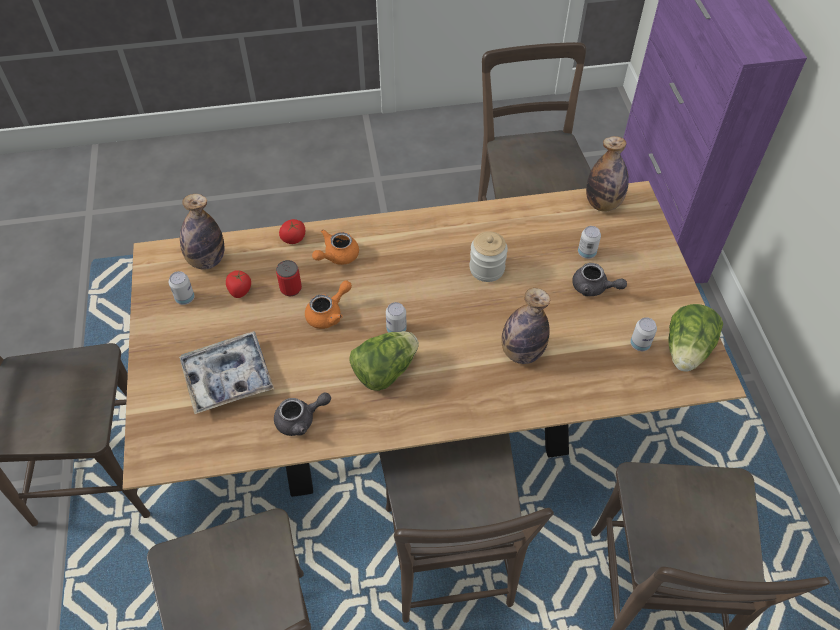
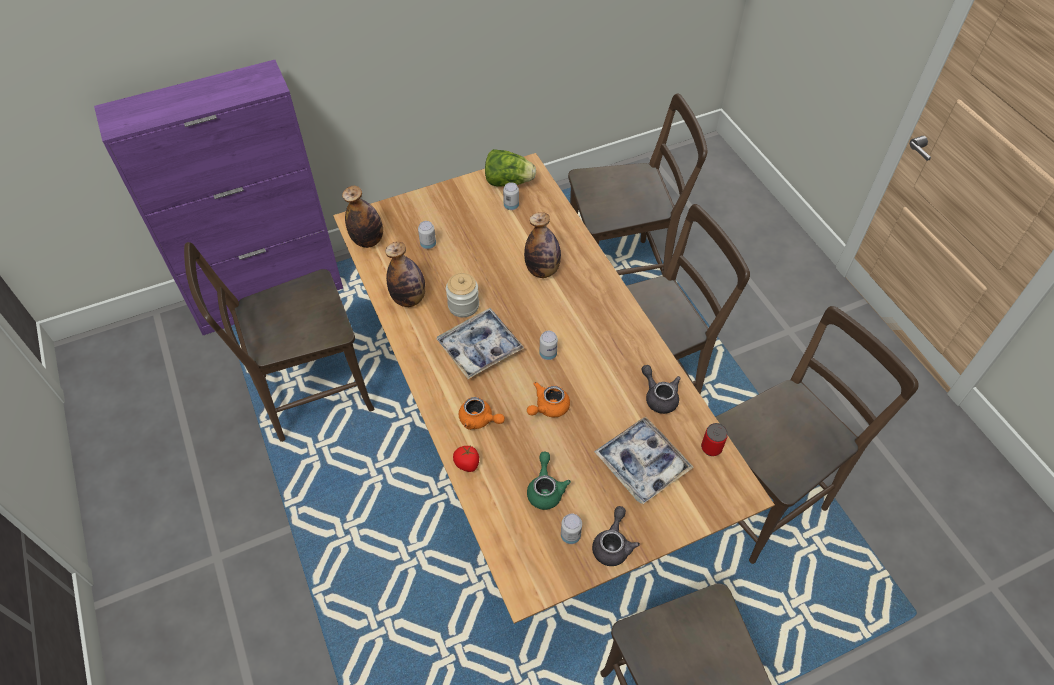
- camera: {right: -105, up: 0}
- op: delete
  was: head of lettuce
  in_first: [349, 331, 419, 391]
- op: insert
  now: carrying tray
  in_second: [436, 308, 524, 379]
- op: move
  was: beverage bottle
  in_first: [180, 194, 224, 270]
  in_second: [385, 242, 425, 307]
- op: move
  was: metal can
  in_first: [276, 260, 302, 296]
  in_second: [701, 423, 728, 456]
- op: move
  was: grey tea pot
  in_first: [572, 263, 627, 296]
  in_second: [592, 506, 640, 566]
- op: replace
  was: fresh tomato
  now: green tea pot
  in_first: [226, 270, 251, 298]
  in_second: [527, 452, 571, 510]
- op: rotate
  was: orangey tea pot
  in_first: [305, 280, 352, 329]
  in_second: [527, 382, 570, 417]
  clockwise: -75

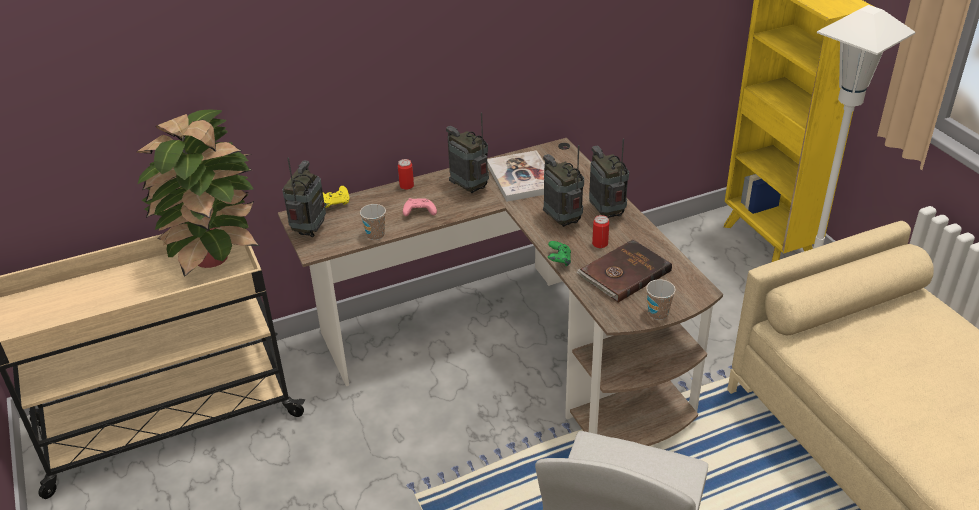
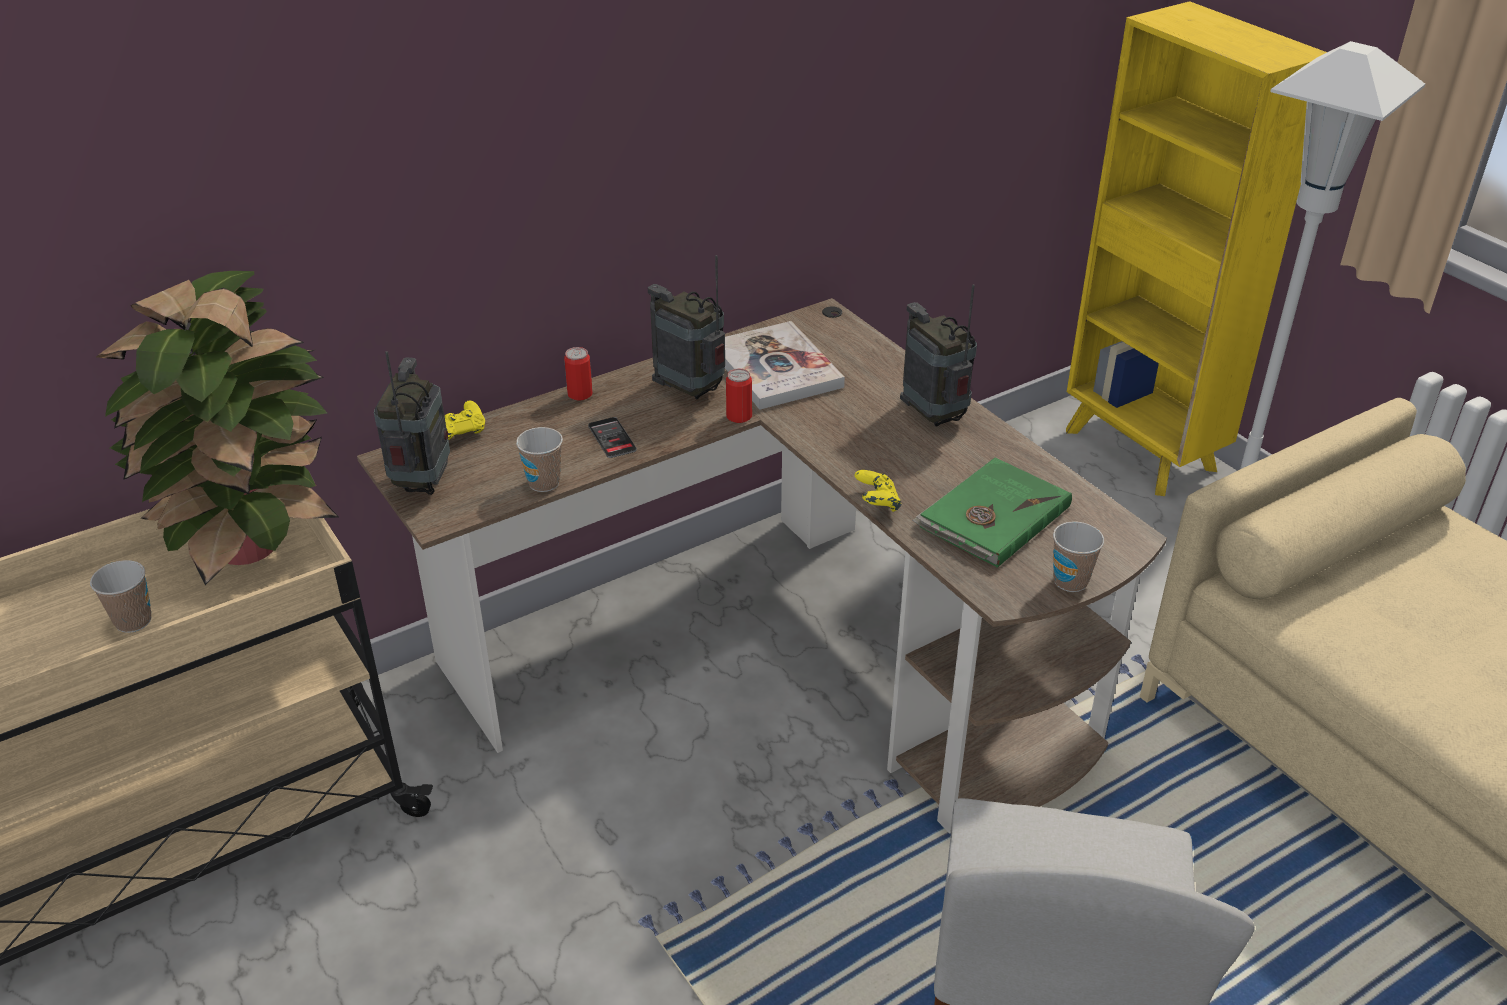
- camera: {right: -10, up: 0}
- op: delete
  was: radio
  in_first: [543, 145, 584, 227]
- op: insert
  now: cup
  in_second: [90, 560, 151, 633]
- op: move
  was: metal can
  in_first: [592, 215, 609, 248]
  in_second: [726, 369, 752, 423]
- op: replace
  was: pink gamepad
  now: telephone
  in_first: [403, 198, 437, 216]
  in_second: [588, 417, 637, 458]
- op: recolor
  was: green gamepad
  now: yellow gamepad
  in_first: [548, 241, 571, 266]
  in_second: [854, 470, 901, 512]
- op: recolor
  was: brown volume
  now: green volume
  in_first: [576, 240, 672, 302]
  in_second: [912, 458, 1072, 568]

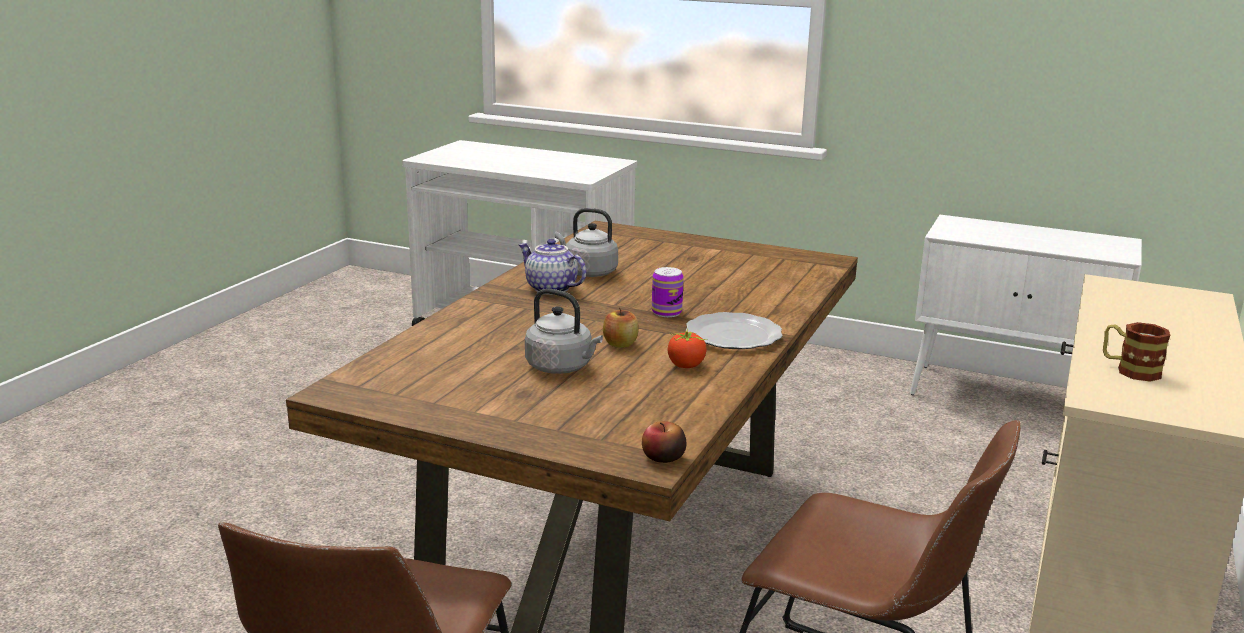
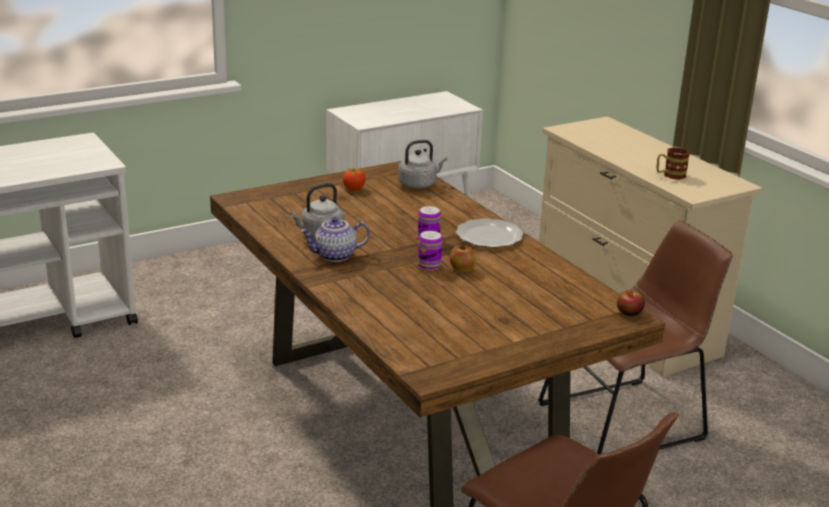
- camera: {right: -55, up: 5}
- op: insert
  now: metal can
  in_second: [418, 231, 443, 270]
- op: move
  was: grey tea kettle
  in_first: [525, 288, 603, 374]
  in_second: [398, 140, 447, 189]
- op: move
  was: fresh tomato
  in_first: [668, 329, 707, 368]
  in_second: [343, 168, 366, 190]

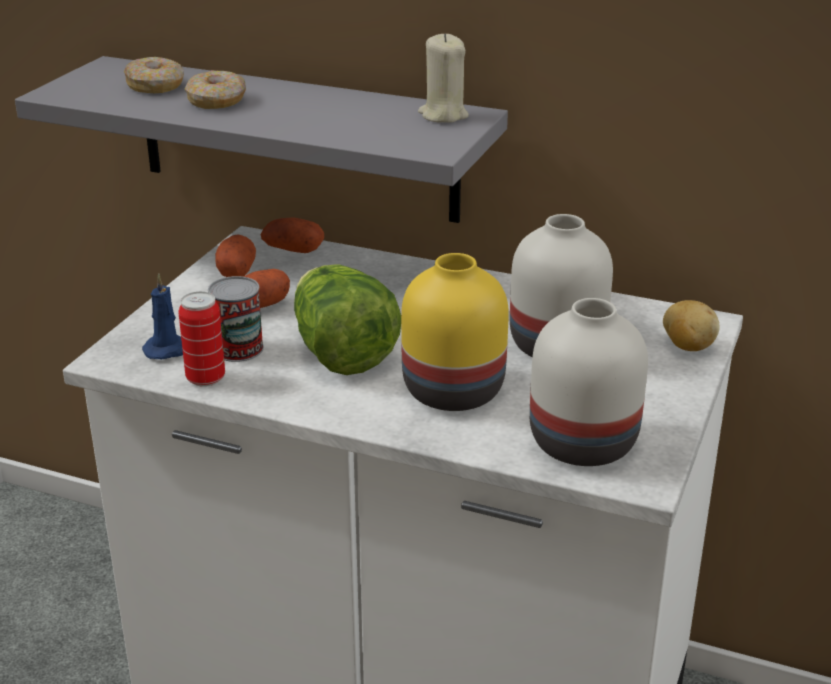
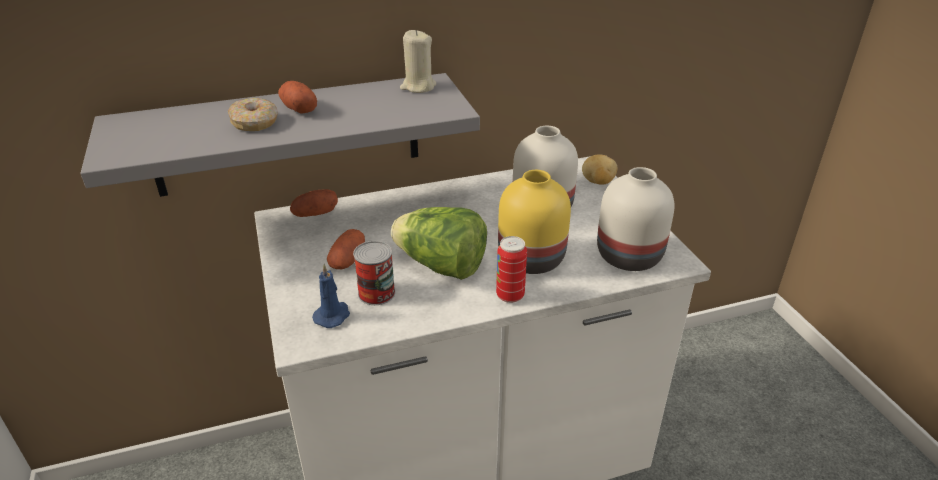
- camera: {right: -40, up: 5}
- op: delete
  was: donut
  in_first: [124, 57, 184, 93]
- op: move
  was: metal can
  in_first: [178, 291, 225, 387]
  in_second: [496, 236, 527, 303]
- op: move
  was: whole potato
  in_first: [215, 235, 256, 277]
  in_second: [278, 81, 317, 114]

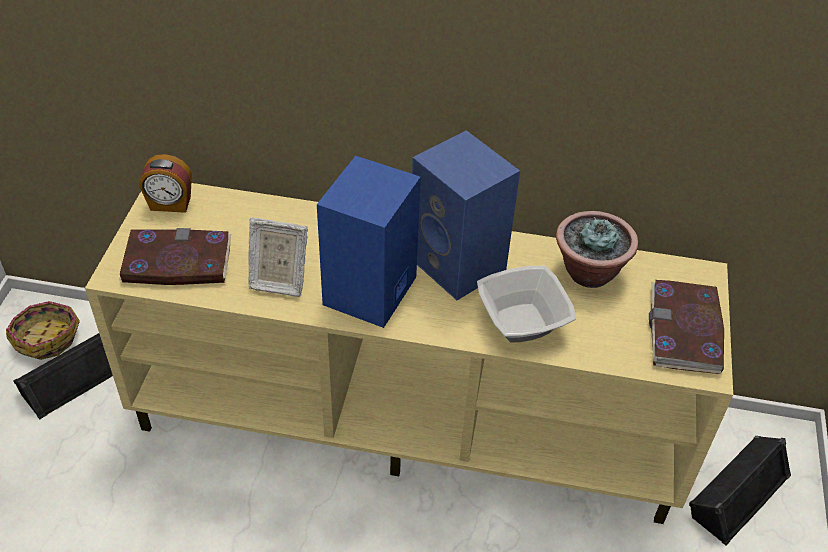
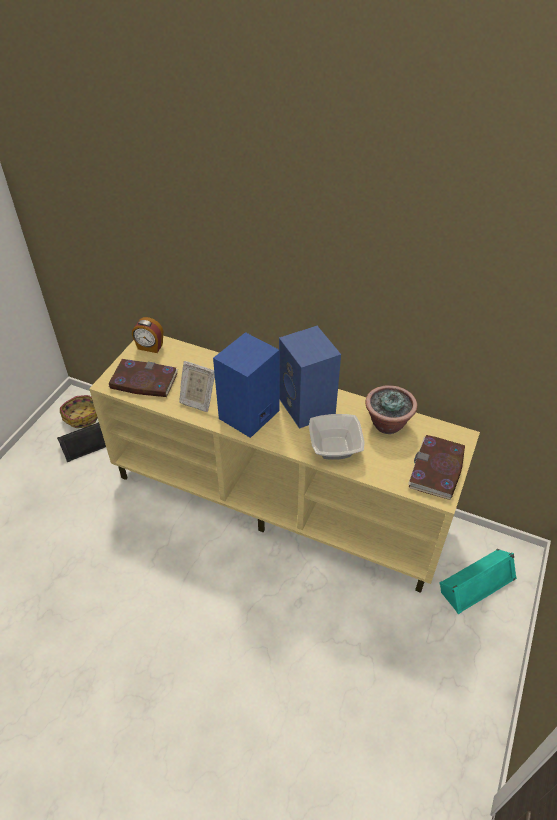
- camera: {right: 15, up: 0}
- op: recolor
  was: black-coloured speaker
  now: blue-green speaker
  in_first: [689, 436, 791, 545]
  in_second: [439, 549, 517, 614]

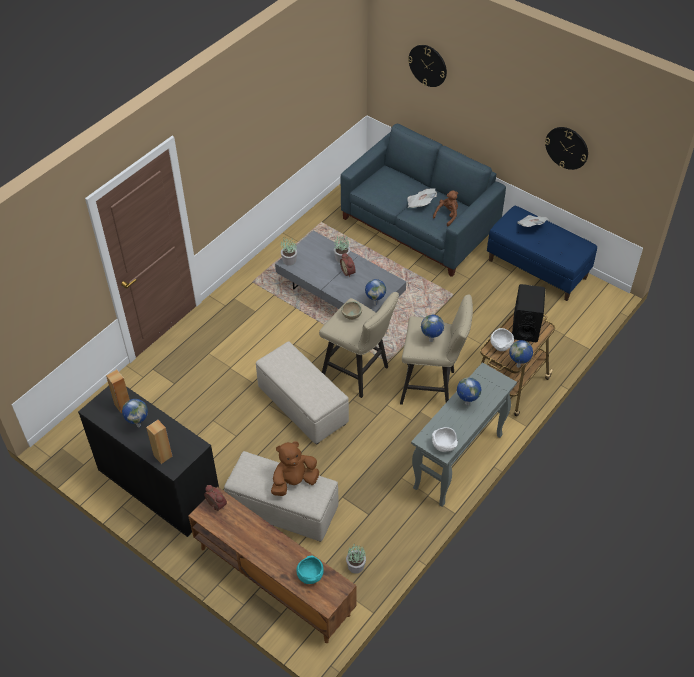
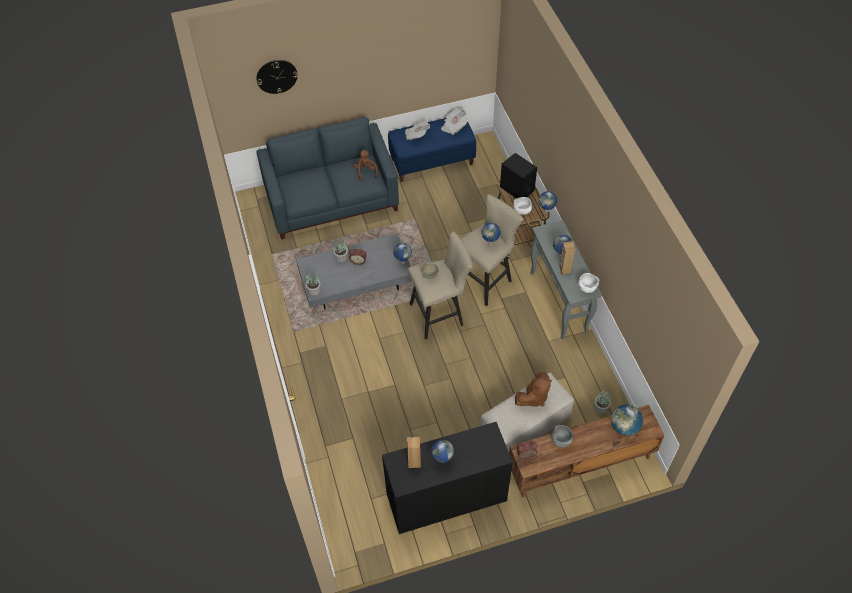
- camera: {right: -55, up: 5}
- op: delete
  was: beige-coloured pouffe
  in_first: [256, 341, 349, 445]
- op: delete
  was: wall clock
  in_first: [545, 127, 588, 170]
- op: insert
  now: grey serving bowl
  in_second: [552, 425, 573, 448]
- op: move
  was: brown speaker
  in_first: [146, 420, 172, 464]
  in_second: [559, 241, 575, 274]
- op: move
  was: daily paper
  in_first: [407, 188, 437, 208]
  in_second: [441, 108, 468, 135]
- op: replace
  was: blue-green serving bowl
  now: globe
  in_first: [297, 556, 324, 584]
  in_second: [611, 404, 643, 436]
- op: rotate
  was: brown plush toy
  in_first: [271, 441, 319, 496]
  in_second: [515, 372, 552, 407]
  clockwise: -135

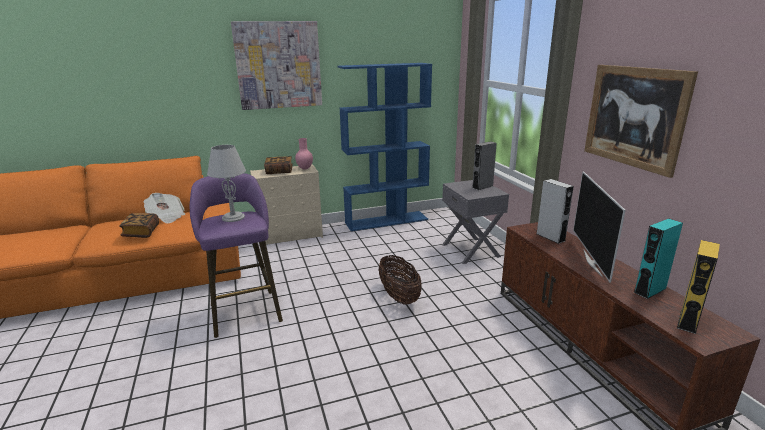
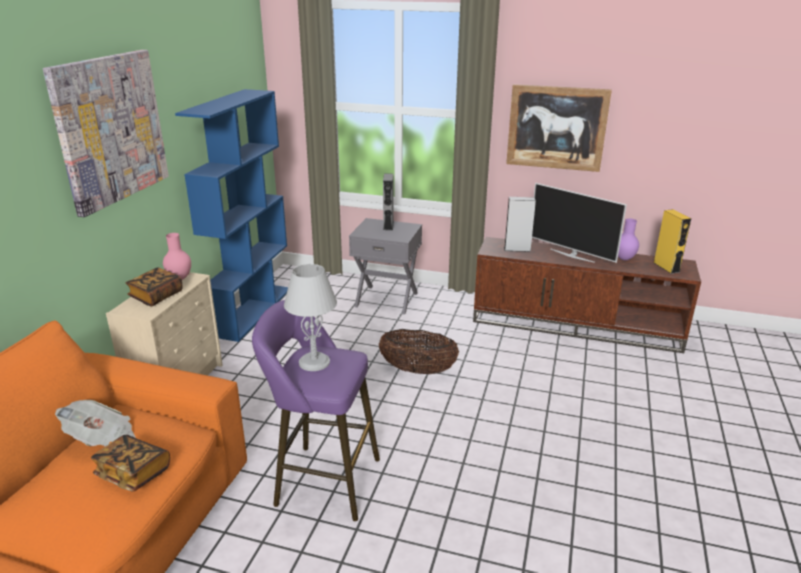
- camera: {right: -55, up: 5}
- op: replace
  was: blue-green speaker
  now: purple-coloured decorative vase
  in_first: [634, 218, 683, 299]
  in_second: [618, 218, 639, 260]

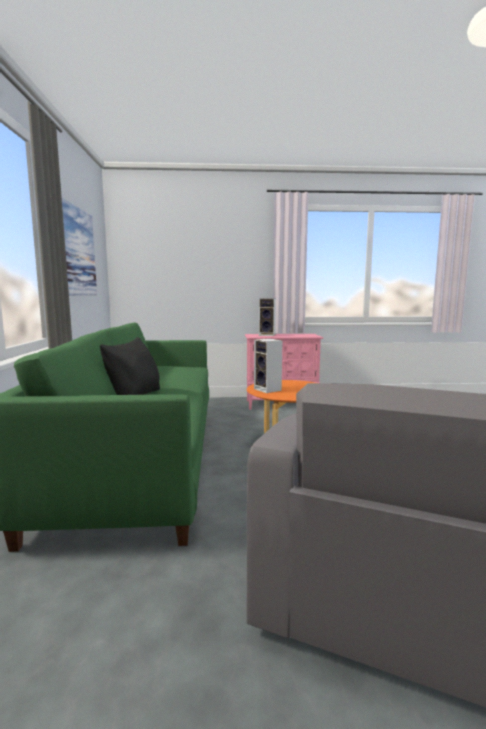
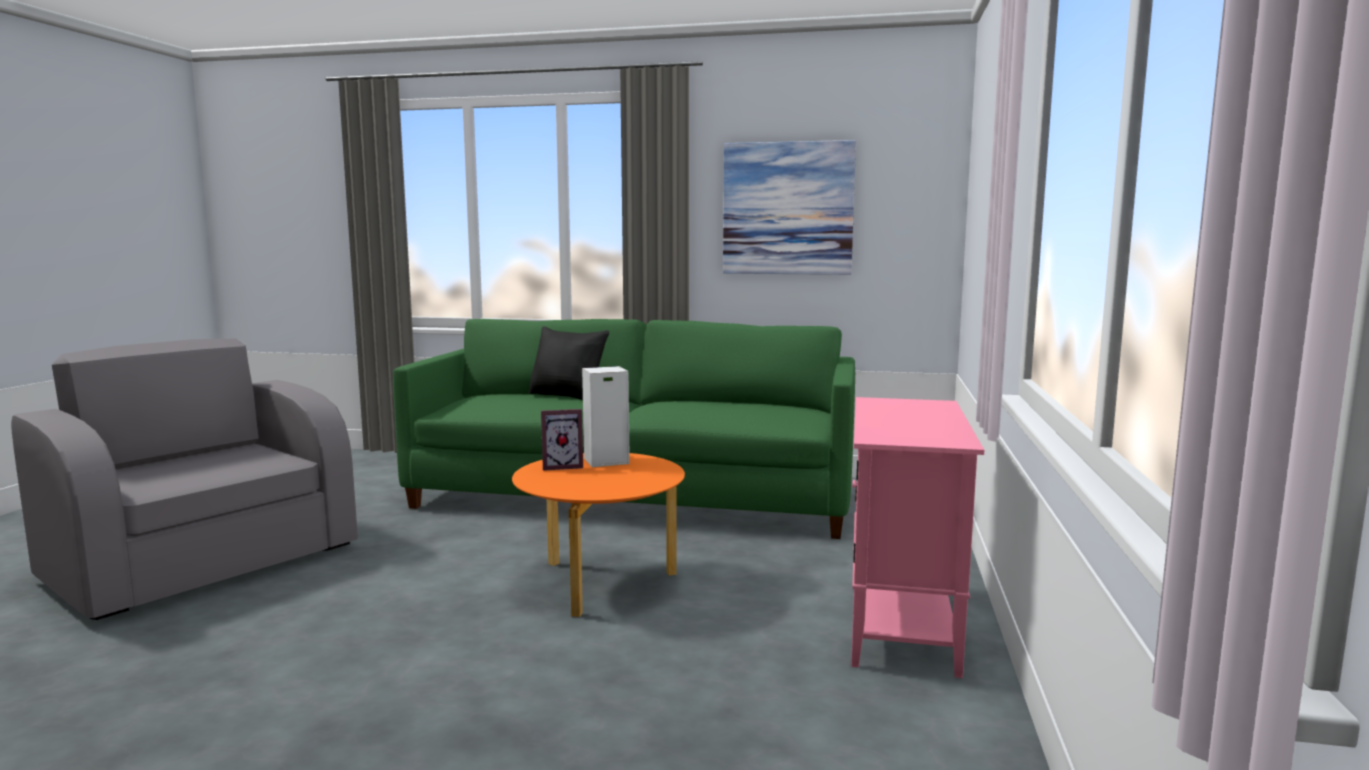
- camera: {right: 105, up: 0}
- op: delete
  was: speaker
  in_first: [259, 298, 276, 336]
- op: insert
  now: picture frame
  in_second: [541, 409, 583, 471]

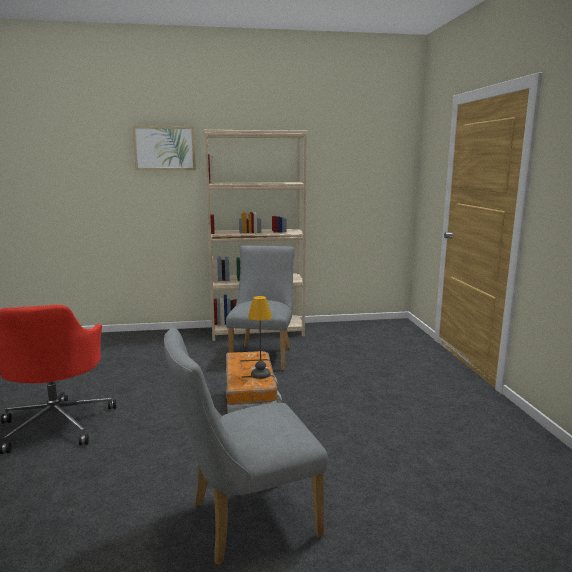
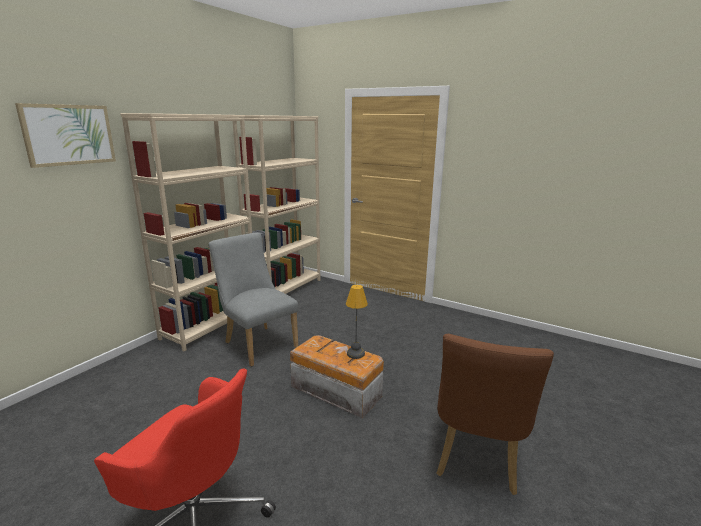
- camera: {right: -50, up: 5}
- op: insert
  now: beige-coloured shelving unit
  in_second: [233, 115, 320, 294]
- op: recolor
  was: grey plain chair
  now: brown plain chair
  in_first: [164, 328, 328, 565]
  in_second: [436, 334, 554, 495]

